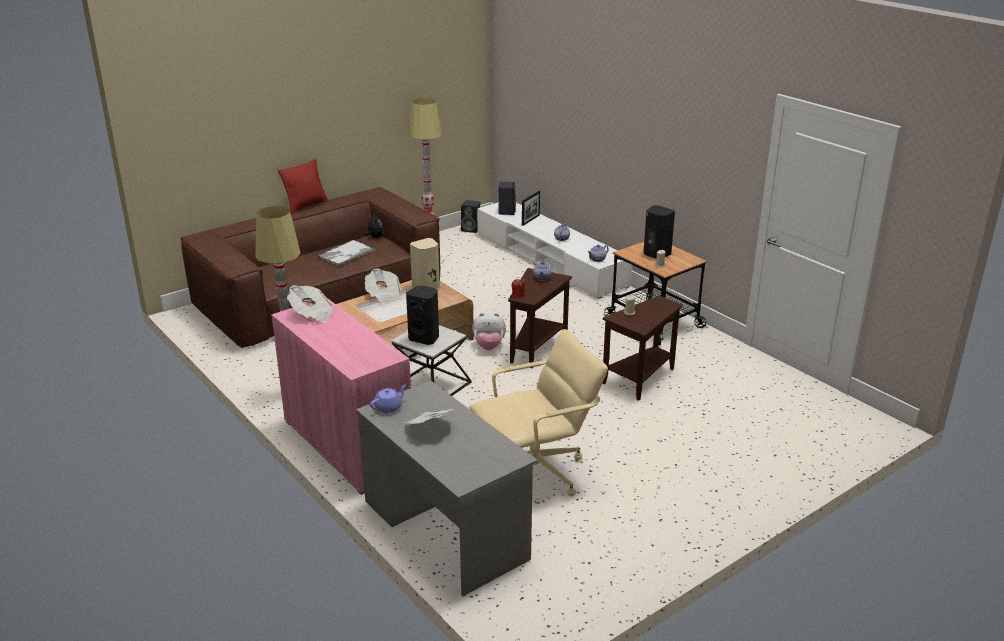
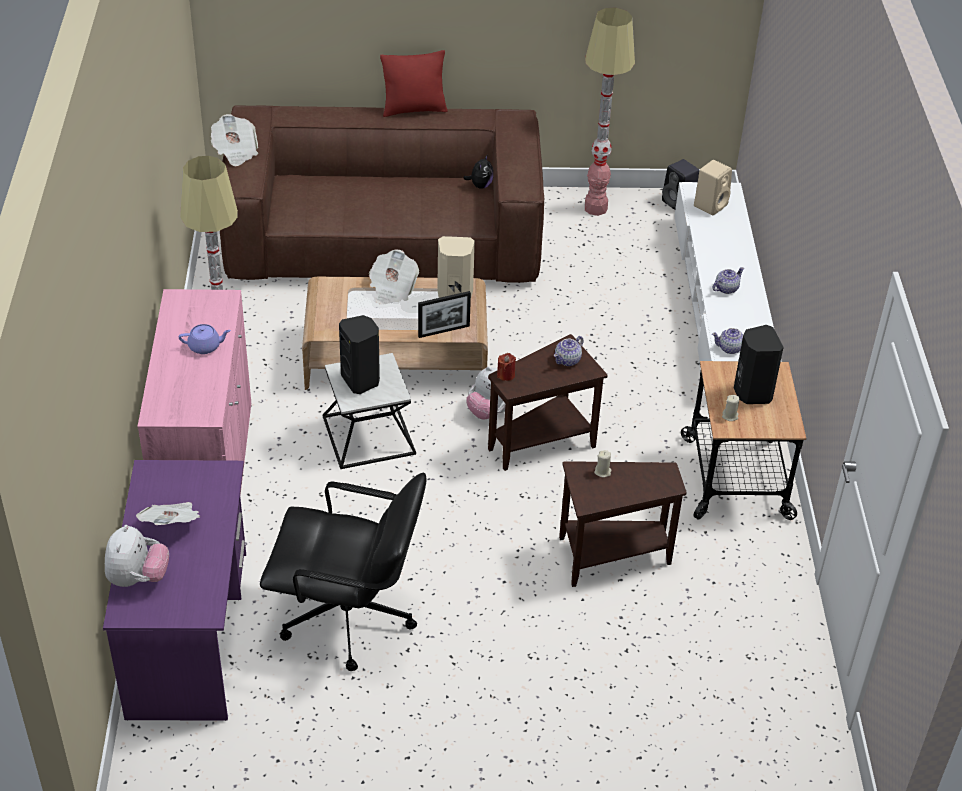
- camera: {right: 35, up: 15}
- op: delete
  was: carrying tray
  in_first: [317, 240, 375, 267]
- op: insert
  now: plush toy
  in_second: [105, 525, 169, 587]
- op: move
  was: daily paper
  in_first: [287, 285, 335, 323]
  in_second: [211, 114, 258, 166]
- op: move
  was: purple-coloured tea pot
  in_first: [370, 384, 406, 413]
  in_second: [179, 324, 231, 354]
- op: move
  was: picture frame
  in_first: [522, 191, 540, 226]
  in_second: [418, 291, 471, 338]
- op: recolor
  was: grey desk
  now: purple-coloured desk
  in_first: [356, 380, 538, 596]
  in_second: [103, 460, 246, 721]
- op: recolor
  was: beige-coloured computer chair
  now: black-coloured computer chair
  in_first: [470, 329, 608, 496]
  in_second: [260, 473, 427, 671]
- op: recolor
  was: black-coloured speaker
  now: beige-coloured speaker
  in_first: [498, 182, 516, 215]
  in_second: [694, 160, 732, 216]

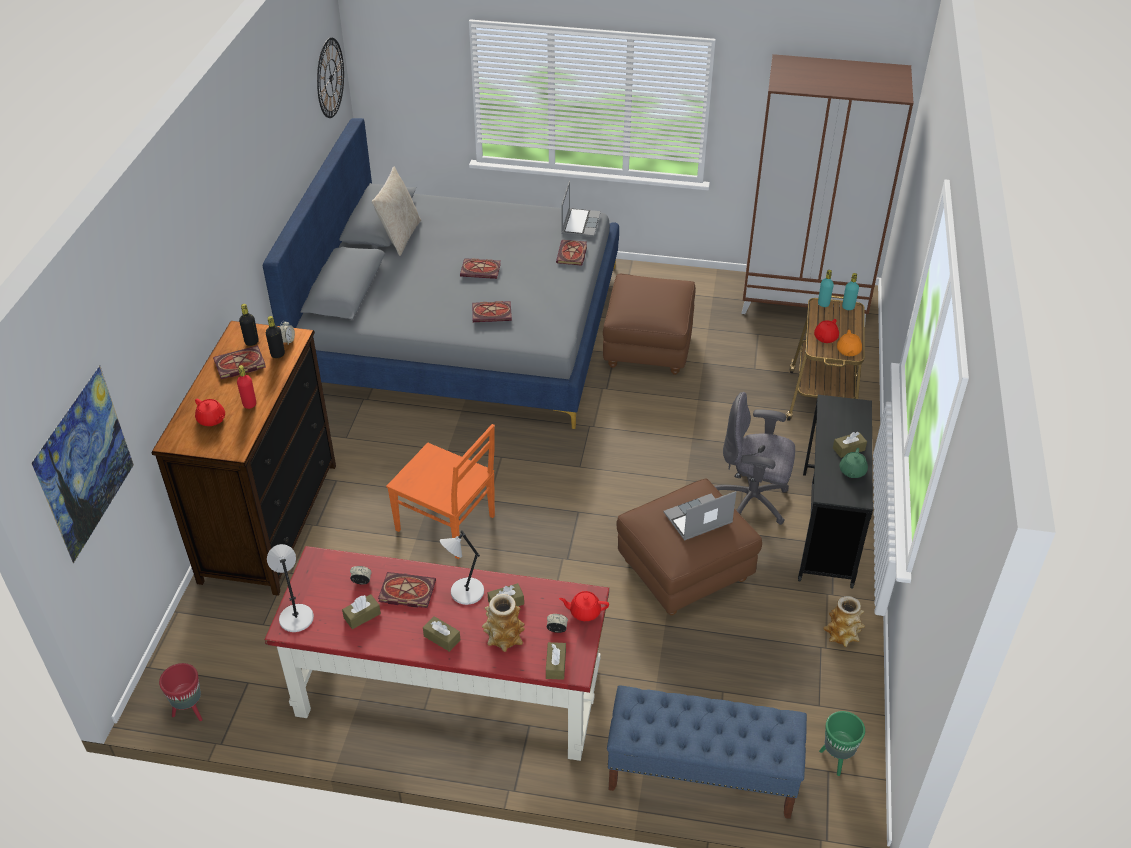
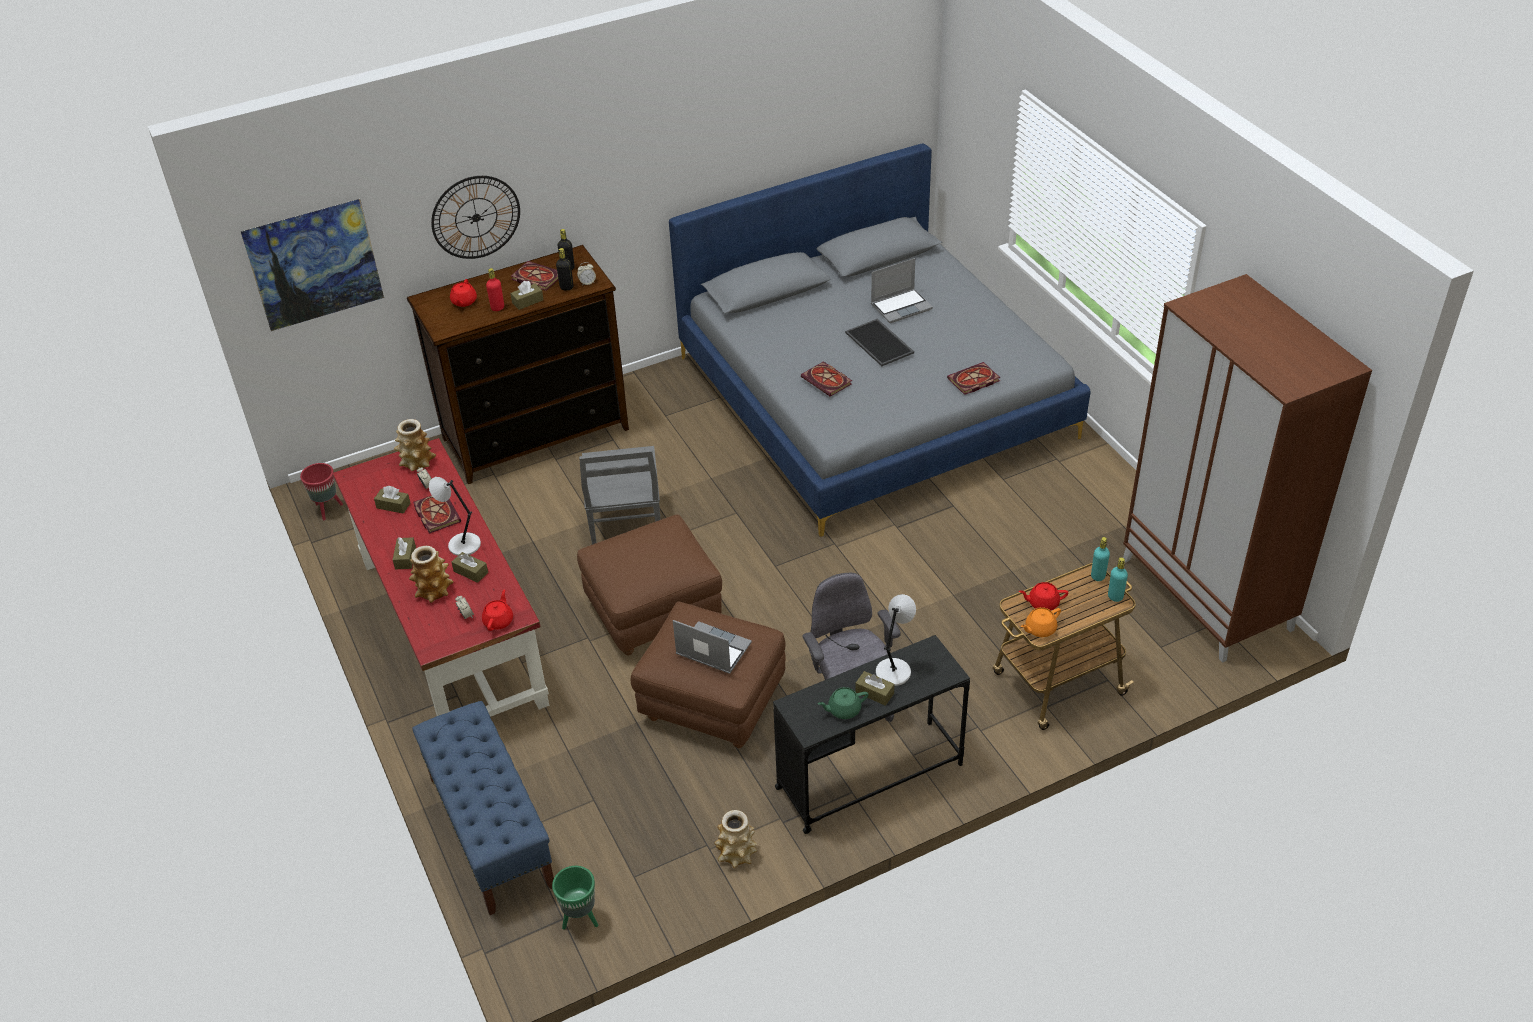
- camera: {right: 55, up: 0}
- op: delete
  was: beige-coloured throw pillow
  in_first: [372, 167, 421, 256]
- op: insert
  now: decorative vase
  in_second: [394, 419, 436, 471]
- op: move
  was: grey tabletop lamp
  in_first: [267, 544, 314, 632]
  in_second: [876, 594, 916, 686]
- op: move
  was: wall clock
  in_first: [317, 38, 344, 118]
  in_second: [431, 176, 520, 259]
- op: move
  was: brown tissue box
  in_first: [546, 642, 566, 680]
  in_second: [510, 281, 544, 310]
- op: move
  was: notebook computer
  in_first: [561, 181, 601, 237]
  in_second: [871, 258, 933, 323]
- op: move
  was: brown pouffe
  in_first: [603, 274, 696, 375]
  in_second: [577, 515, 722, 656]
- op: replace
  was: volume
  now: carrying tray
  in_first: [460, 258, 501, 279]
  in_second: [845, 319, 914, 366]
- op: recolor
  was: orangey plain chair
  now: grey plain chair
  in_first: [386, 424, 495, 559]
  in_second: [579, 446, 661, 545]
- op: rotate
  was: red tea pot
  in_first: [559, 591, 609, 621]
  in_second: [482, 589, 513, 631]
  clockwise: 45

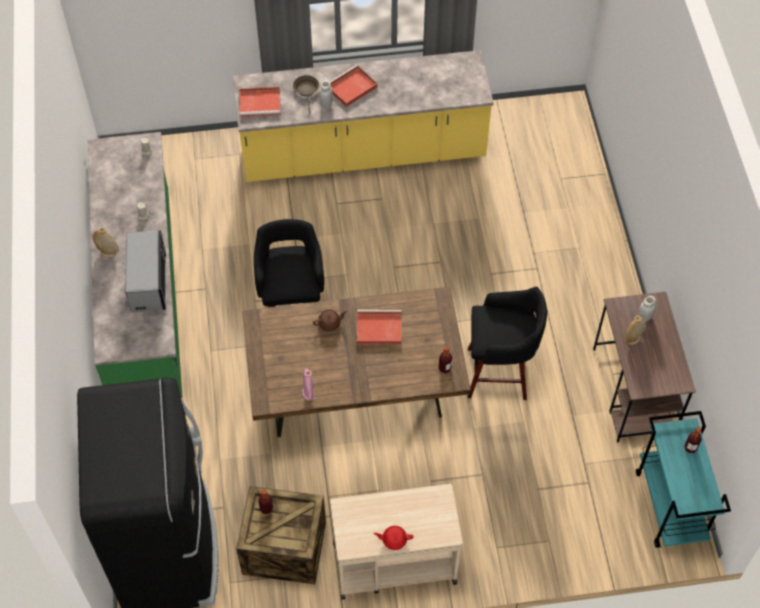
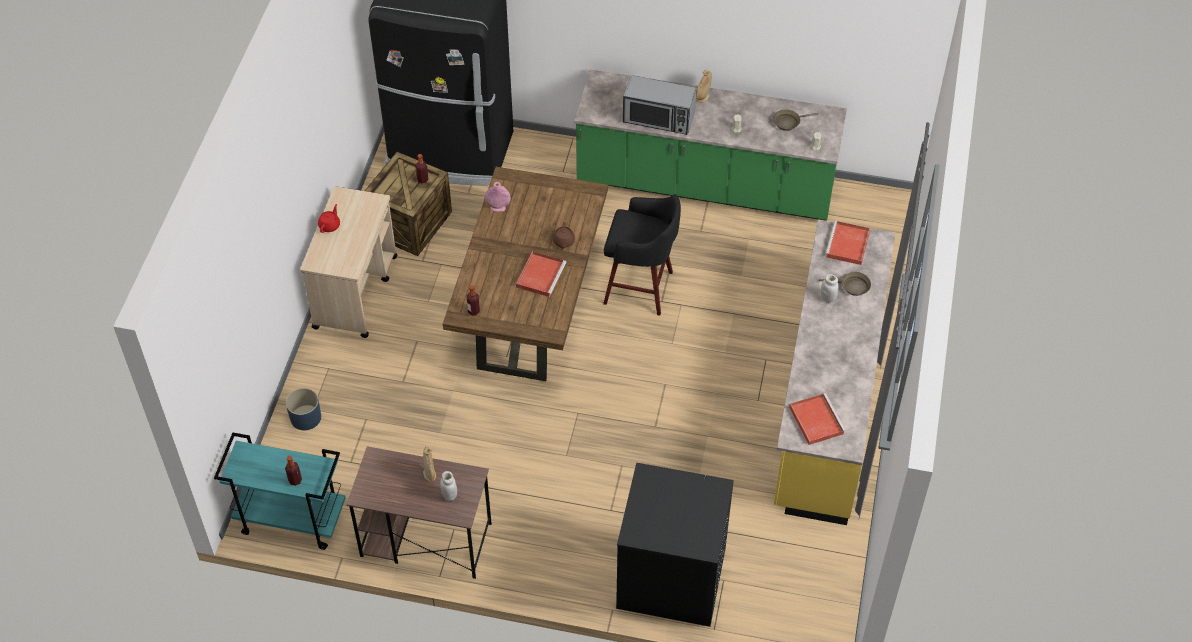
- camera: {right: 110, up: -5}
- op: delete
  was: black-coloured sitting stool
  in_first: [468, 287, 547, 400]
- op: insert
  now: bluish plant pot
  in_second: [286, 388, 321, 430]
- op: insert
  now: black-coloured laundry machine
  in_second: [616, 463, 734, 627]
- op: insert
  now: brown pan
  in_second: [773, 109, 818, 131]
- op: move
  was: red carrying tray
  in_first: [330, 65, 378, 107]
  in_second: [789, 393, 846, 445]

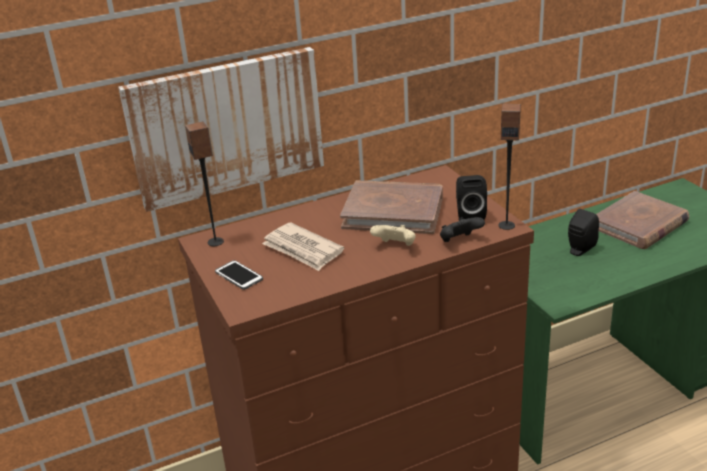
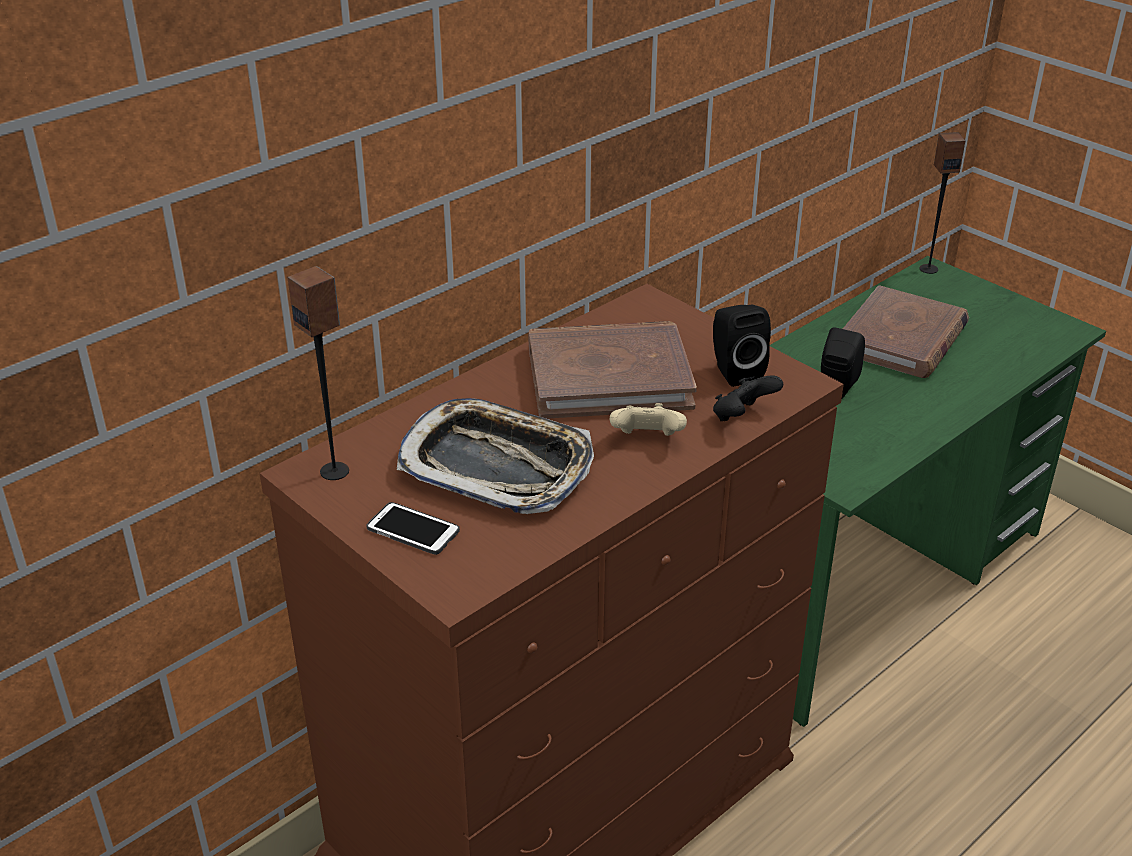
- camera: {right: -20, up: 5}
- op: delete
  was: wall art
  in_first: [118, 47, 324, 212]
- op: move
  was: speaker
  in_first: [498, 104, 521, 230]
  in_second: [919, 132, 965, 274]
- op: replace
  was: daily paper
  now: carrying tray
  in_first: [262, 222, 344, 271]
  in_second: [397, 398, 594, 514]

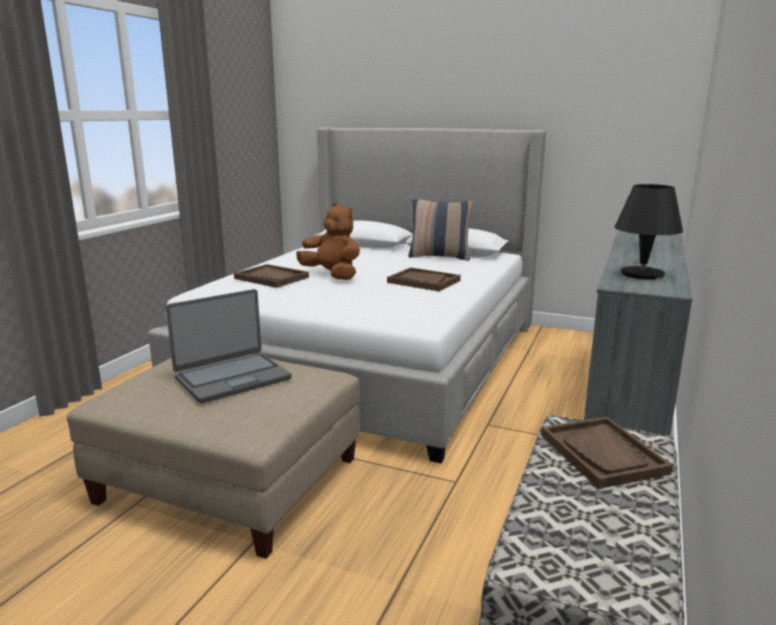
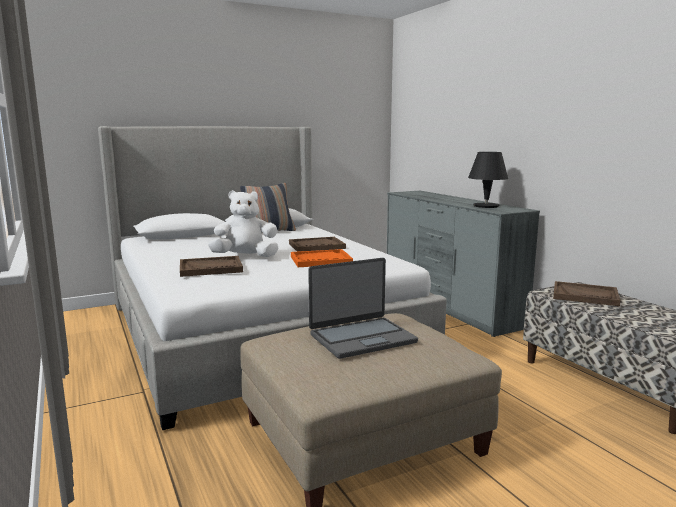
- camera: {right: -50, up: -5}
- op: insert
  now: orangey carrying tray
  in_second: [291, 249, 353, 267]
- op: recolor
  was: brown plush toy
  now: white plush toy
  in_first: [296, 203, 360, 280]
  in_second: [208, 190, 279, 257]
- op: rotate
  was: notebook computer
  in_first: [166, 289, 292, 403]
  in_second: [308, 258, 418, 359]
  clockwise: 60

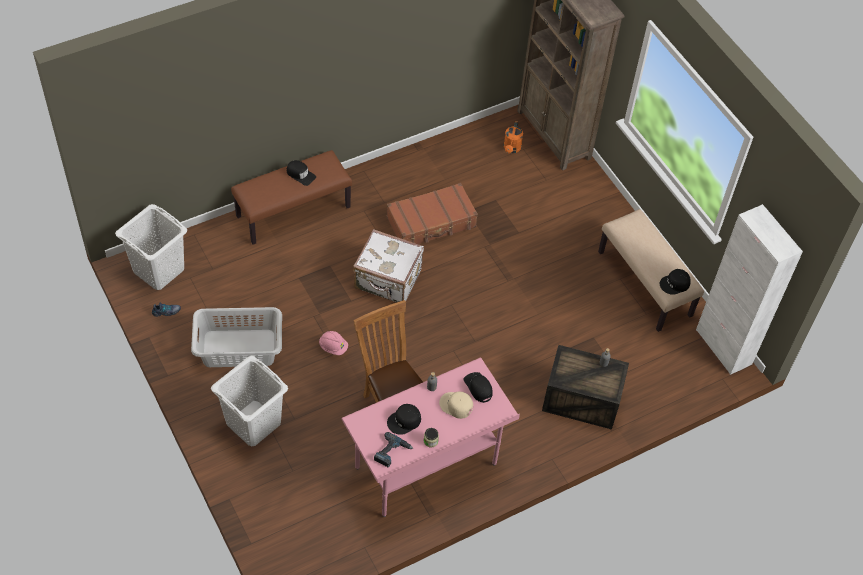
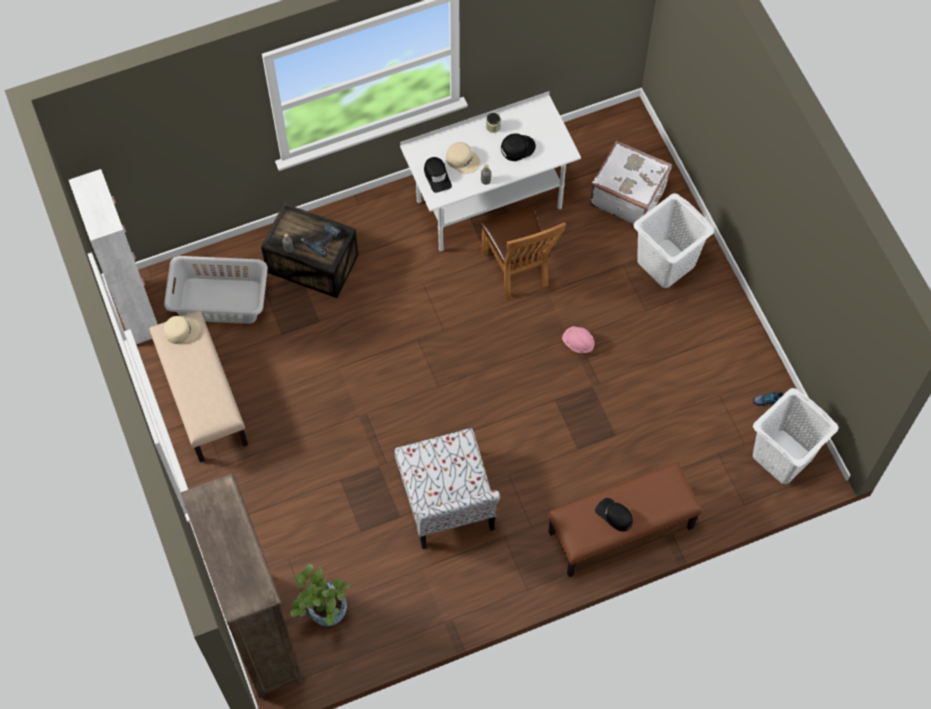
- camera: {right: -170, up: 10}
- op: move
  was: grey washing basket
  in_first: [191, 307, 282, 367]
  in_second: [164, 256, 268, 324]
- op: move
  was: white suitcase
  in_first: [353, 229, 424, 302]
  in_second: [590, 140, 672, 224]
- op: move
  was: power drill
  in_first: [374, 432, 413, 467]
  in_second: [301, 222, 341, 257]
- op: replace
  was: brown suitcase
  now: plain chair
  in_first: [387, 183, 478, 244]
  in_second: [395, 428, 500, 549]
- op: replace
  was: orangey watering can
  now: plant in a pot
  in_first: [504, 121, 523, 153]
  in_second: [290, 564, 350, 626]
- op: recolor
  was: pink desk
  now: white desk
  in_first: [342, 357, 520, 517]
  in_second: [400, 91, 581, 252]
- op: recolor
  was: black-coloured cap
  now: beige-coloured cap
  in_first: [660, 269, 691, 295]
  in_second: [164, 316, 201, 344]

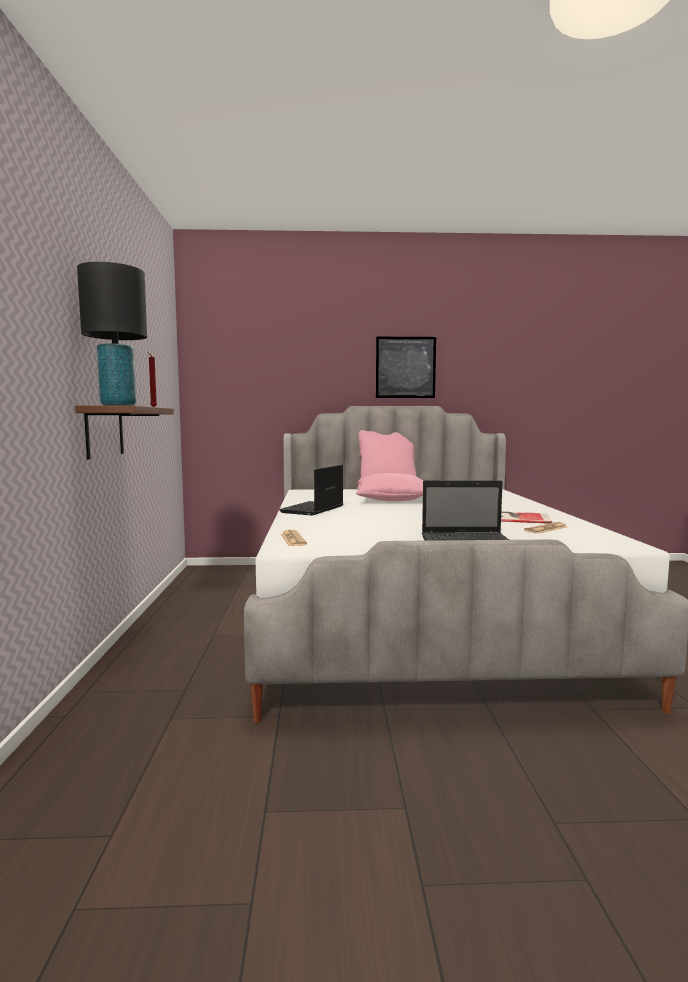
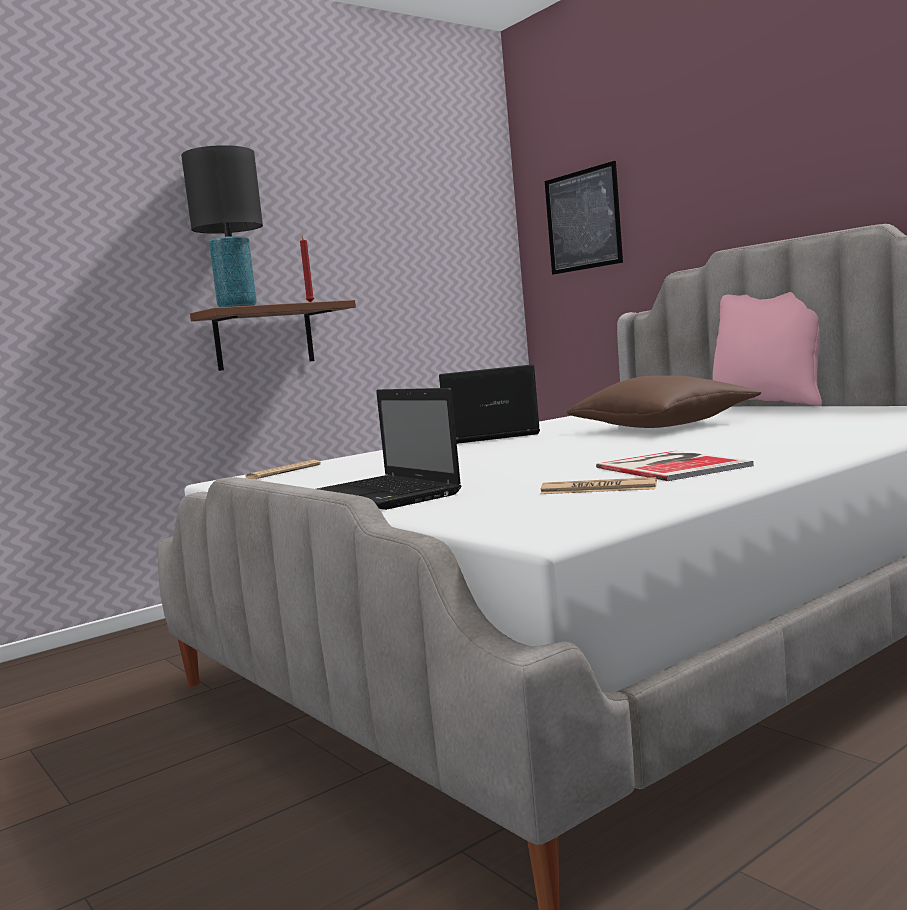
- camera: {right: 55, up: 0}
- op: move
  was: wall art
  in_first: [376, 337, 436, 398]
  in_second: [545, 161, 623, 275]
- op: recolor
  was: pink throw pillow
  now: brown throw pillow
  in_first: [356, 473, 424, 501]
  in_second: [566, 376, 761, 428]

